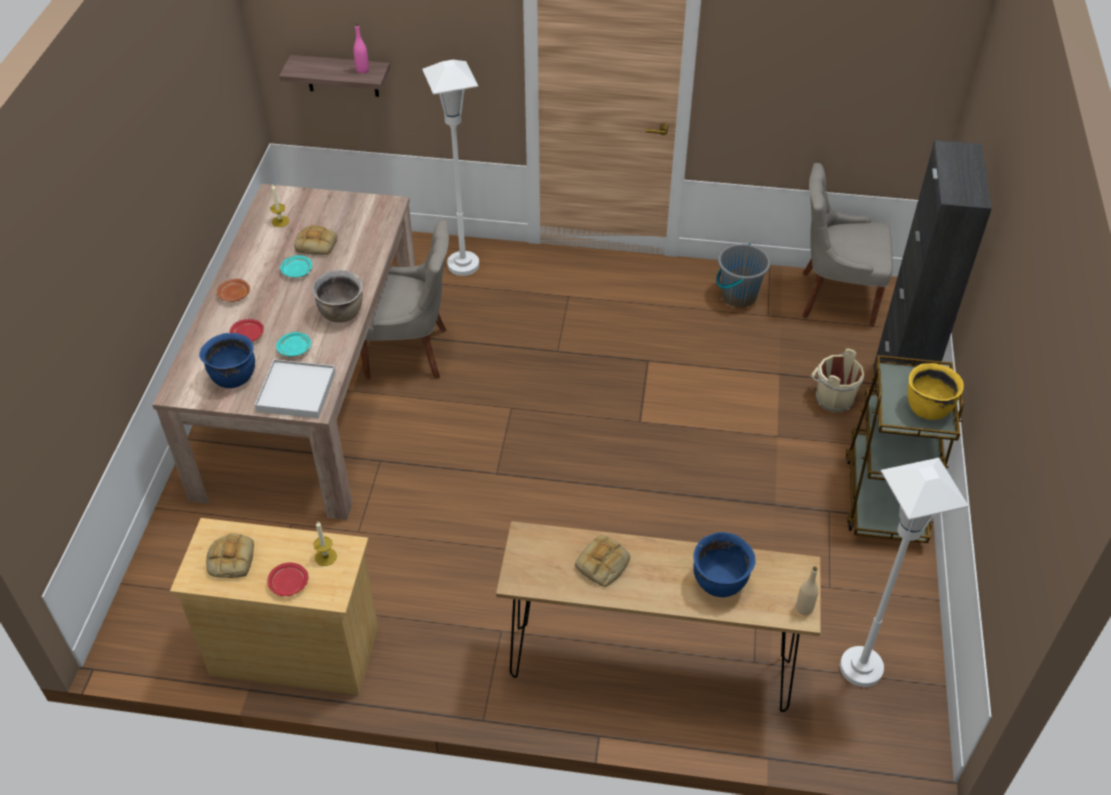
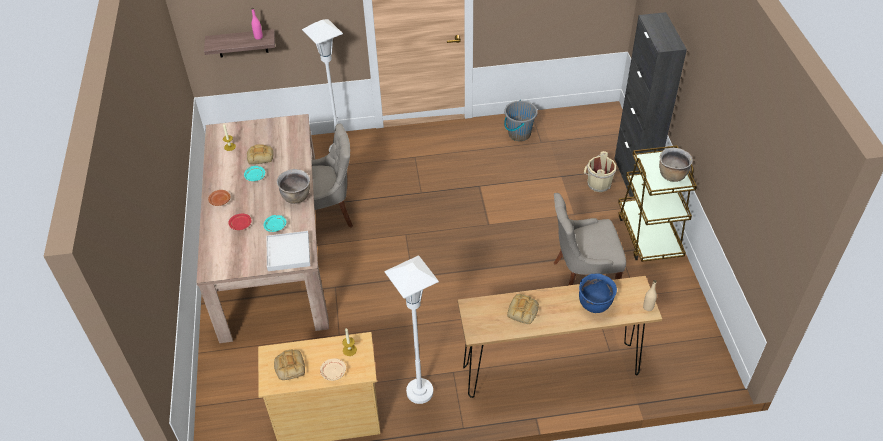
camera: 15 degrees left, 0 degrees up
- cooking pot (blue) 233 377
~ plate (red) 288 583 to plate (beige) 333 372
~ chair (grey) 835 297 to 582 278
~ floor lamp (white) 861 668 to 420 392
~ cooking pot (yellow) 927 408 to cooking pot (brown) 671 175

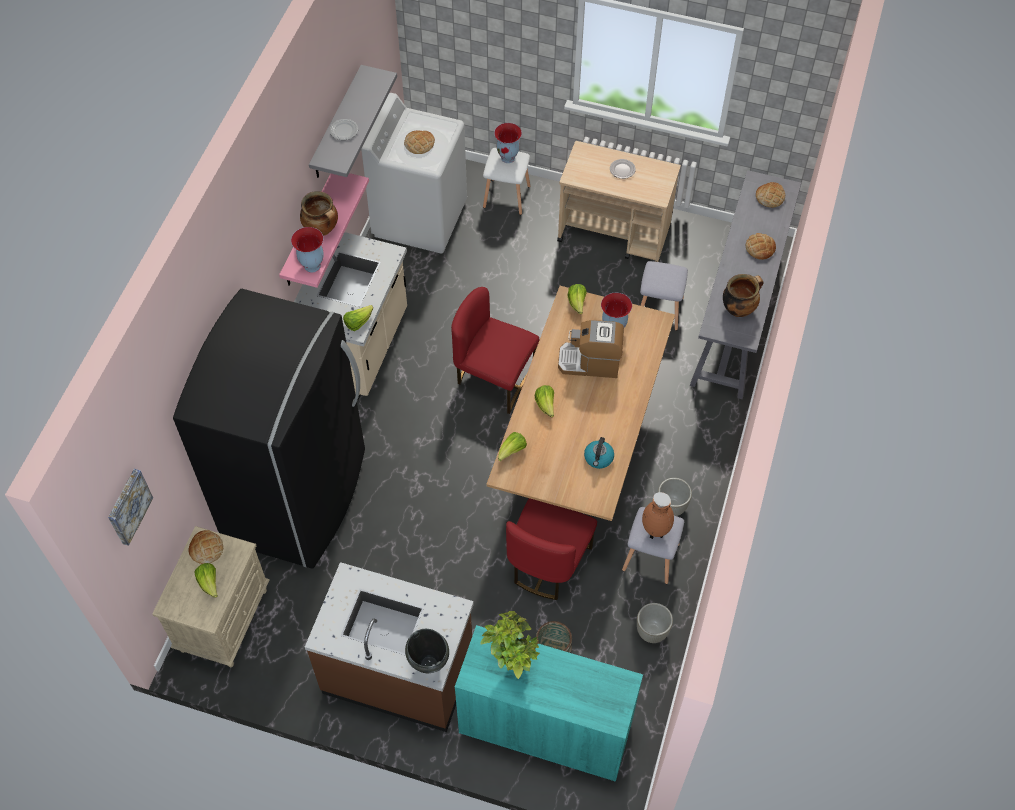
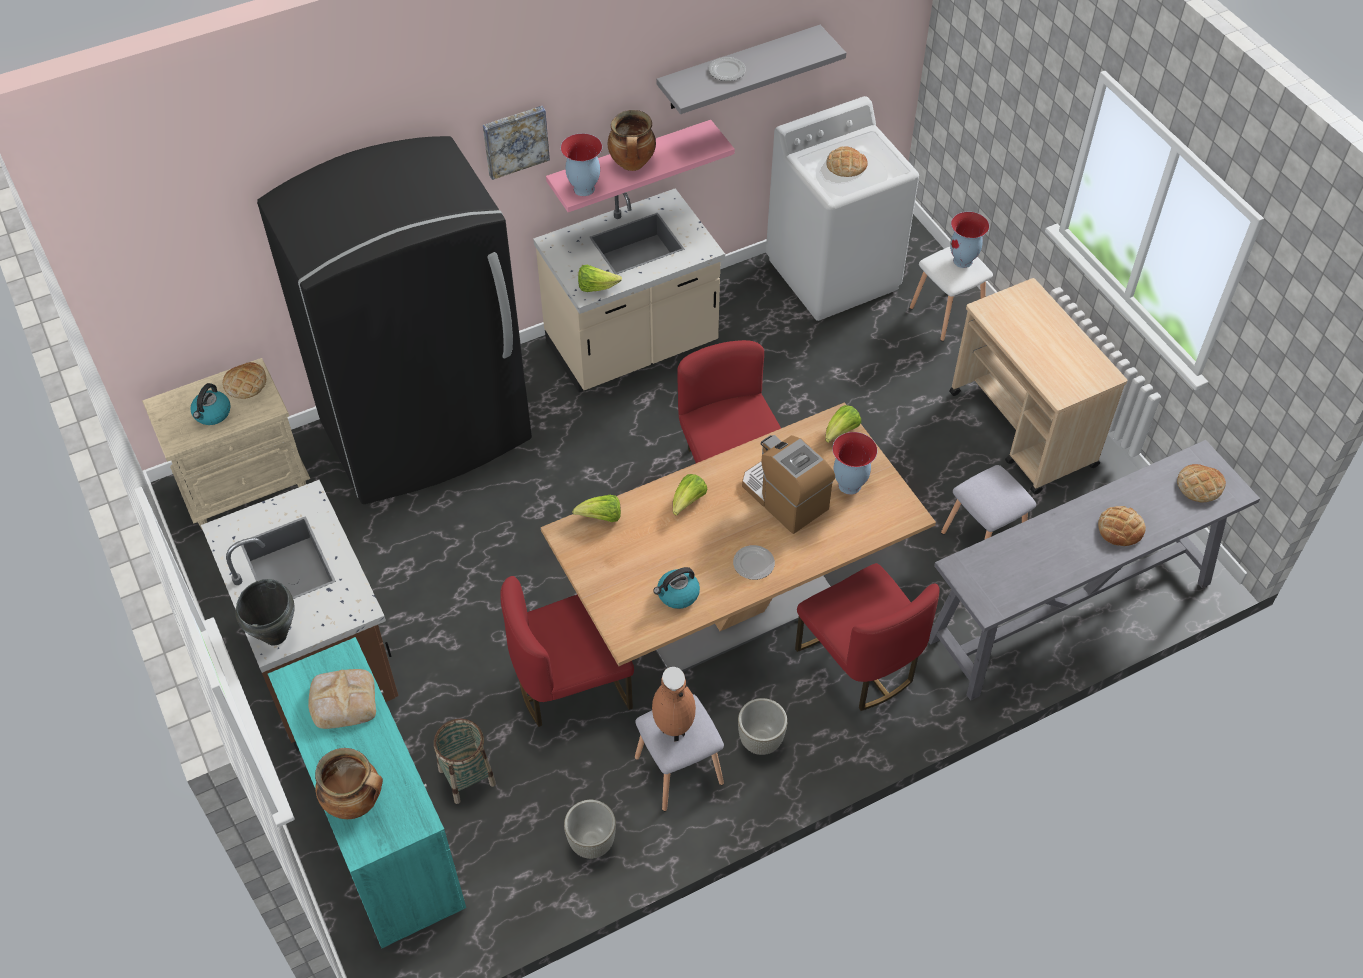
camera: 45 degrees right, 5 degrees down
~ picture 128 506 to 515 140
~ lettuce 209 583 to kettle 212 414
~ potted plant 512 662 to bread 342 700
~ plate 622 170 to 753 564
~ cooking pot 738 309 to 355 802
+ chair (red) 859 662

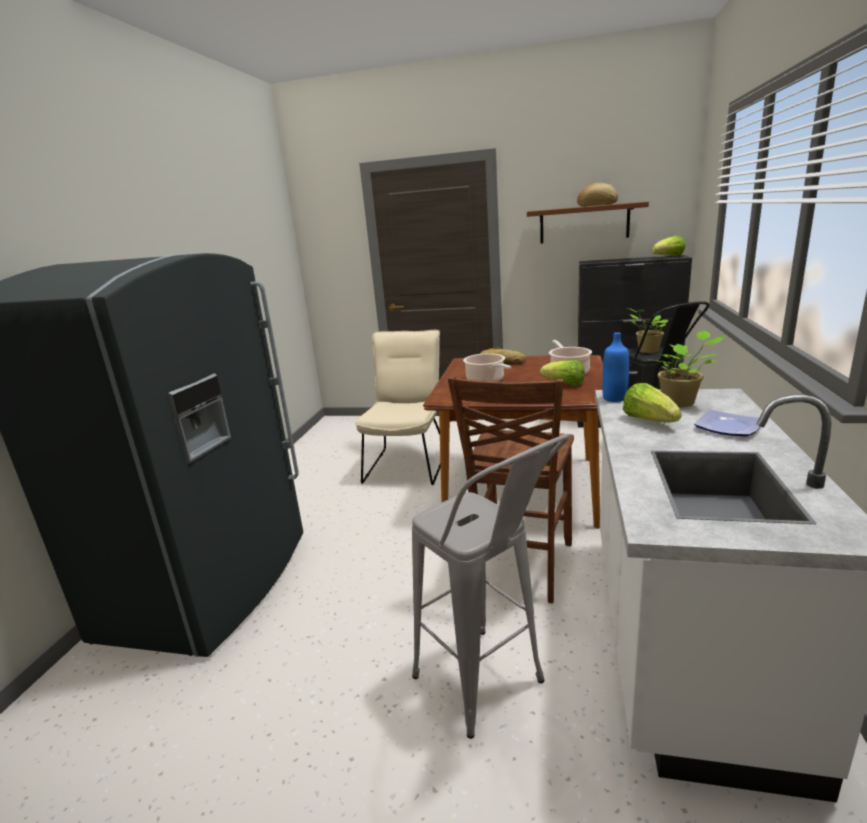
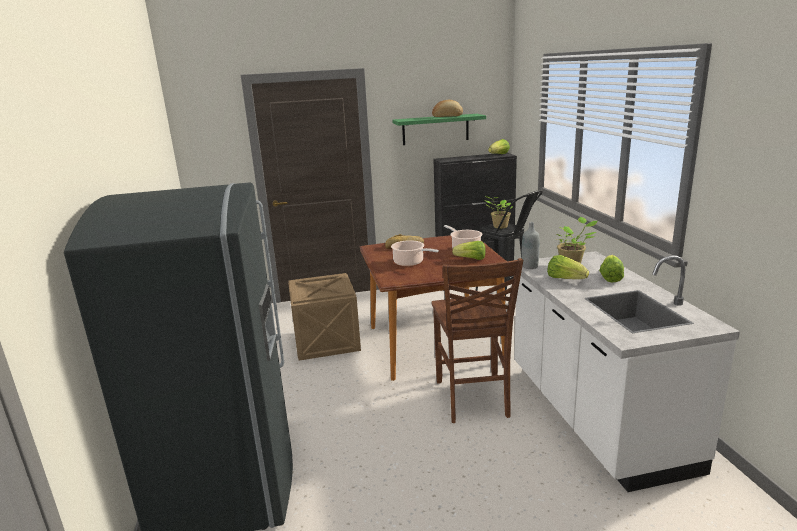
camera: 25 degrees left, 0 degrees up
~ chair (beige) 408 463 to crate 326 341
- stool (grey) 491 692
~ shelf (brown) 584 223 to shelf (green) 435 129
~ bottle (blue) 614 398 to bottle (grey) 529 266
~ plate 726 427 to lettuce 610 277

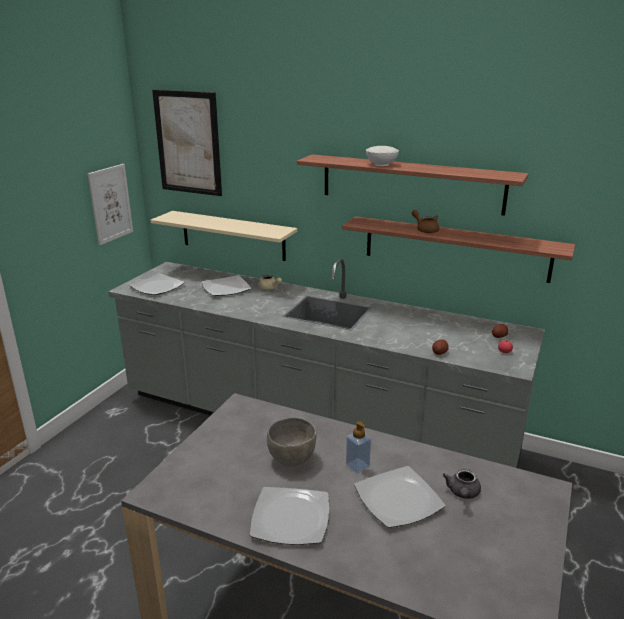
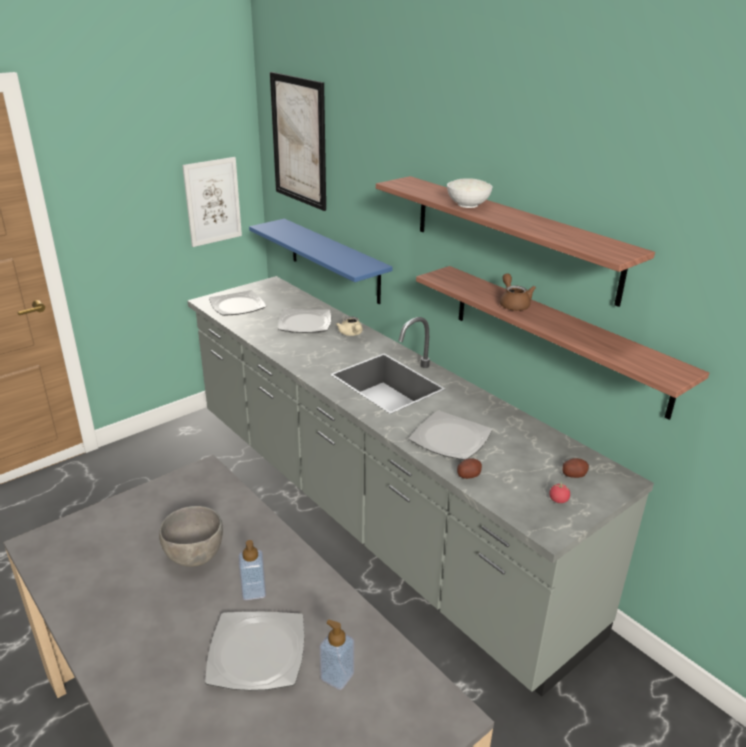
camera: 25 degrees right, 5 degrees up
~ shelf (beige) 233 235 to shelf (blue) 334 260
~ plate 291 519 to 450 439
~ teapot (grey) 462 493 to soap dispenser 337 676

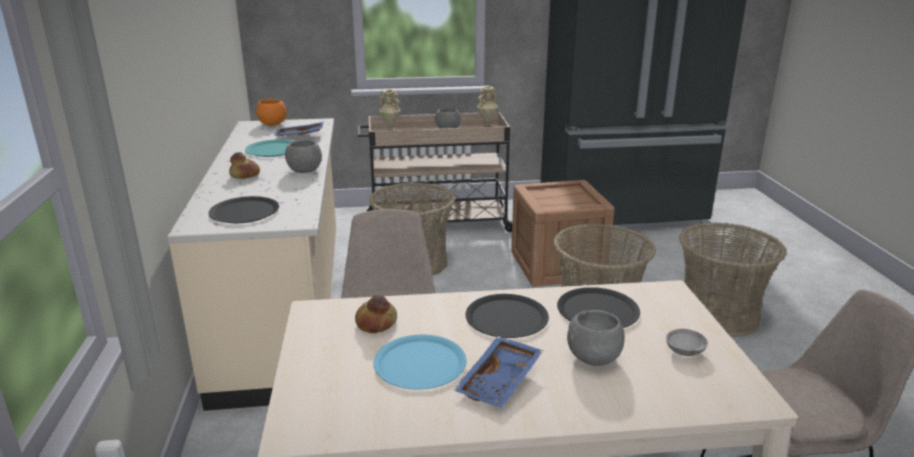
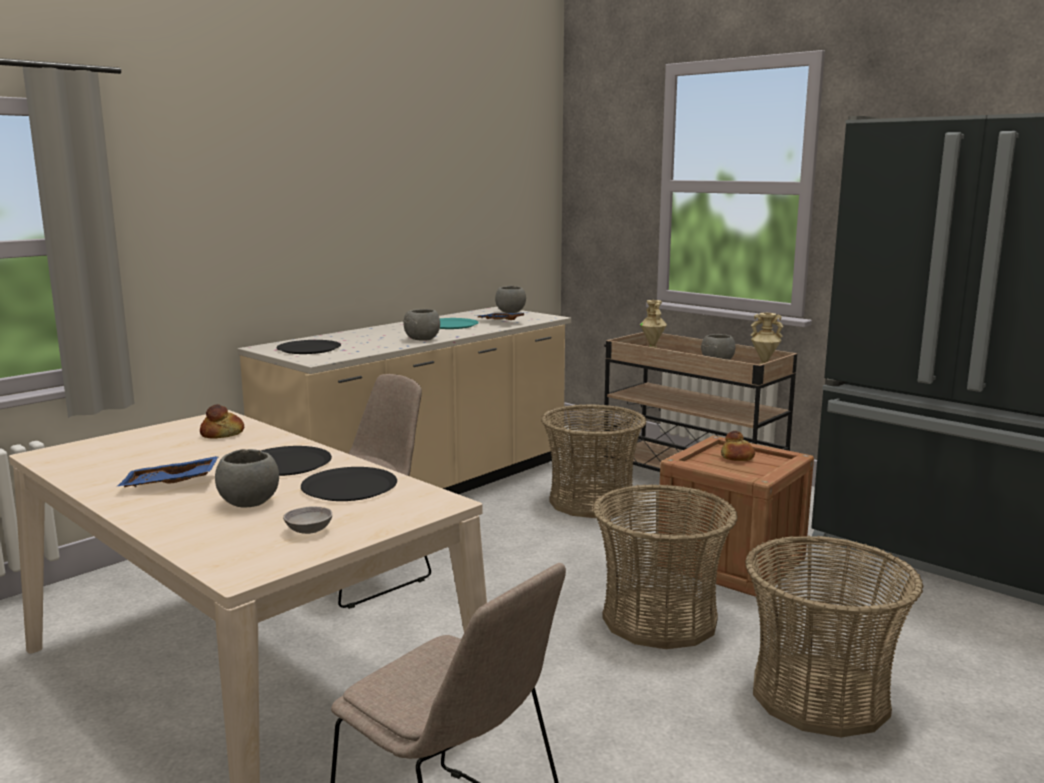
camera: 50 degrees right, 10 degrees down
~ bread 244 175 to 737 458
~ bowl (orange) 272 124 to bowl (grey) 510 312
- plate (blue) 420 363

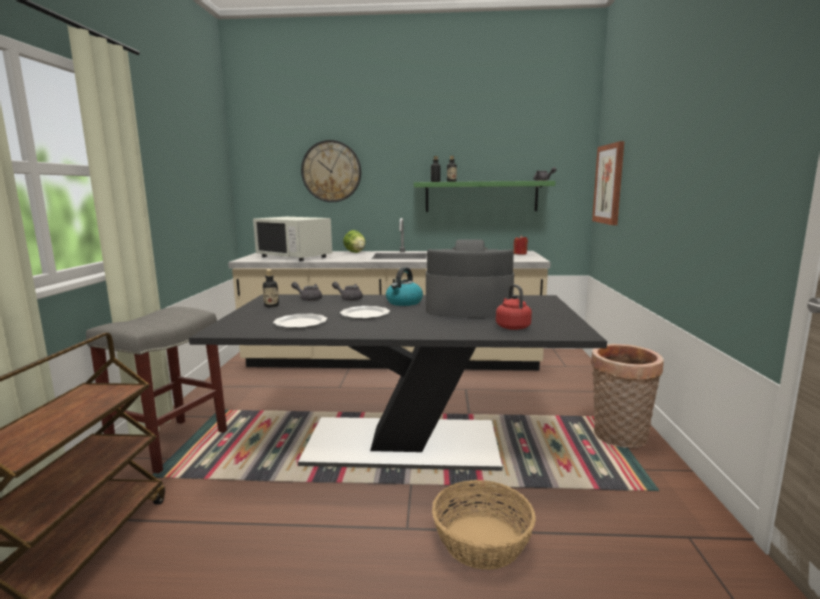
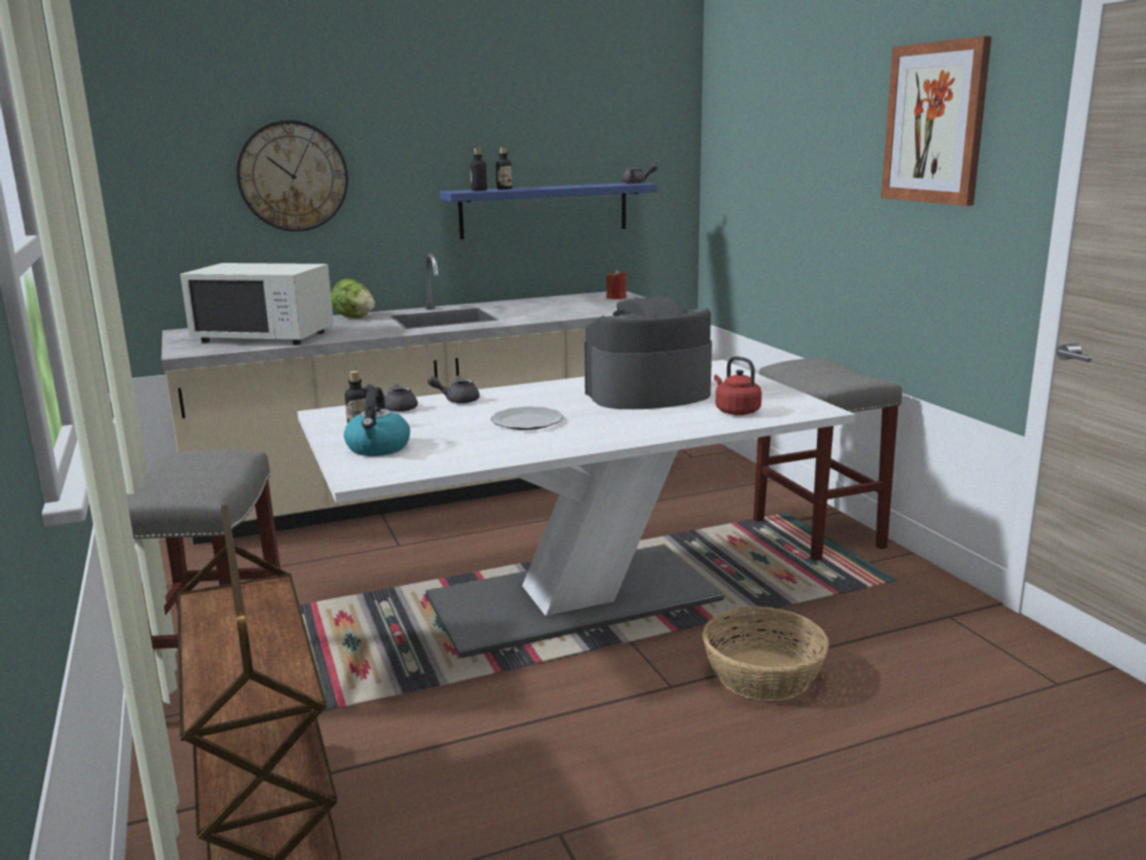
camera: 25 degrees left, 5 degrees up
~ dining table (black) 402 444 to dining table (white) 573 599
- plate 301 323
~ kettle 404 302 to 378 448
~ shelf (green) 481 196 to shelf (blue) 544 210
~ basket 619 438 to stool (grey) 819 534
~ picture 609 184 to 935 123

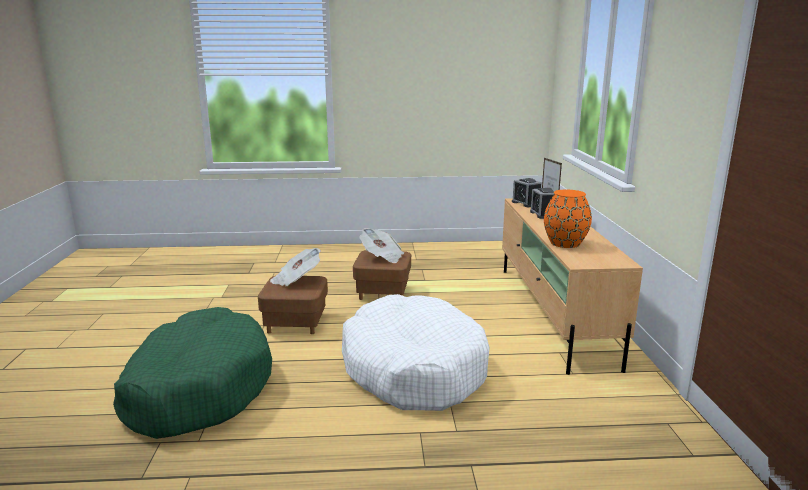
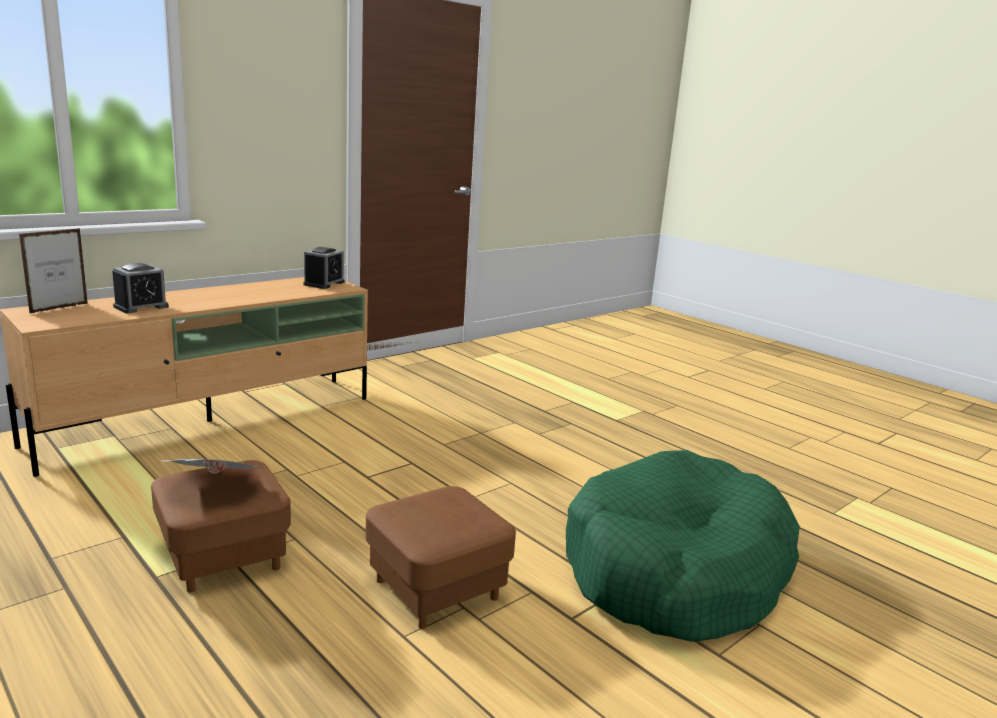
camera: 130 degrees left, 0 degrees up
- newspaper 296 280
- dog bed (white) 413 369
~ alarm clock 526 203 to 324 283
- vase (orange) 564 243

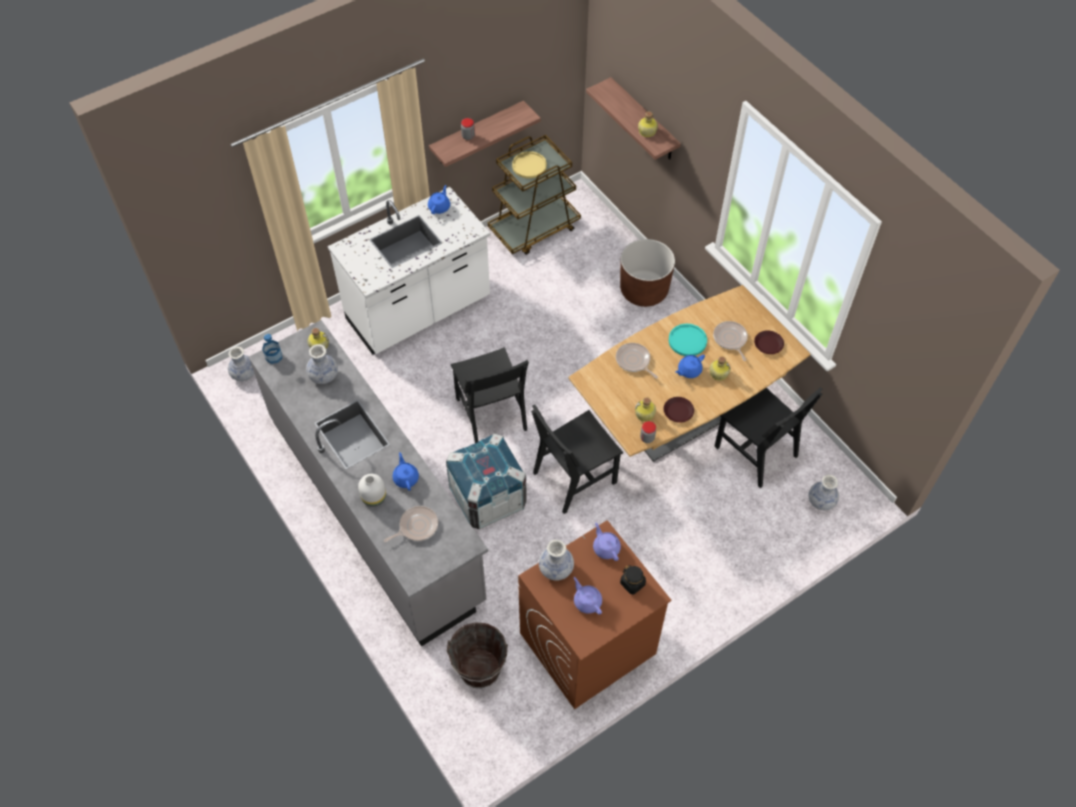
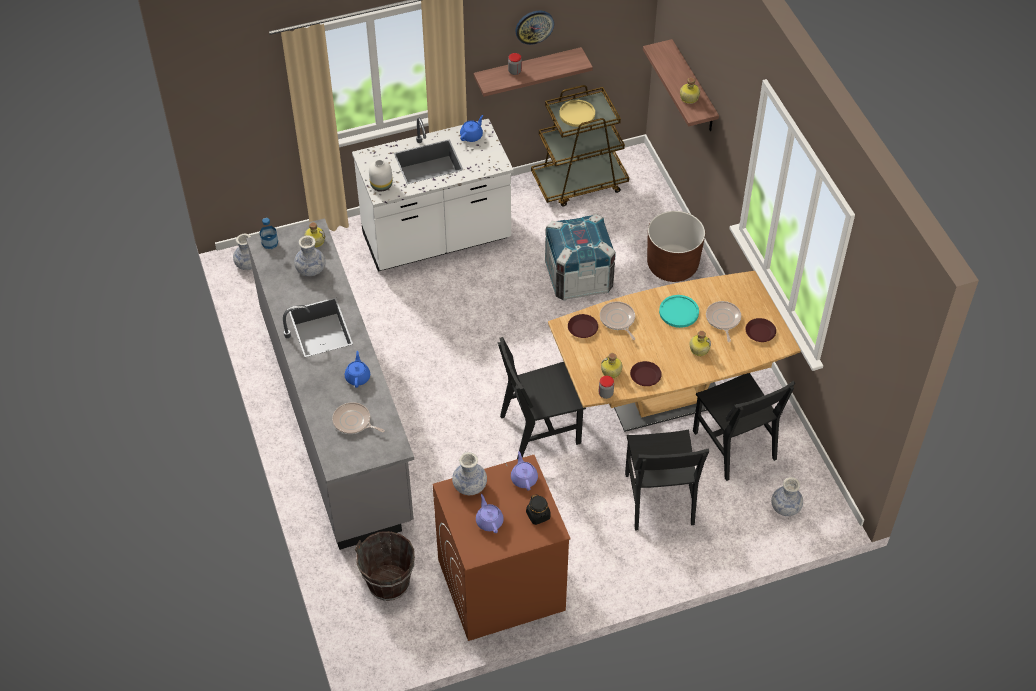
camera: 15 degrees right, 5 degrees down
~ vase (white) 373 498 to 381 186
~ frying pan 416 526 = 353 422 135 degrees counterclockwise
~ crate 488 497 to 578 278
~ chair (black) 491 414 to 659 498
- teapot (blue) 689 371
+ wall clock 534 26
+ plate (brown) 583 328

